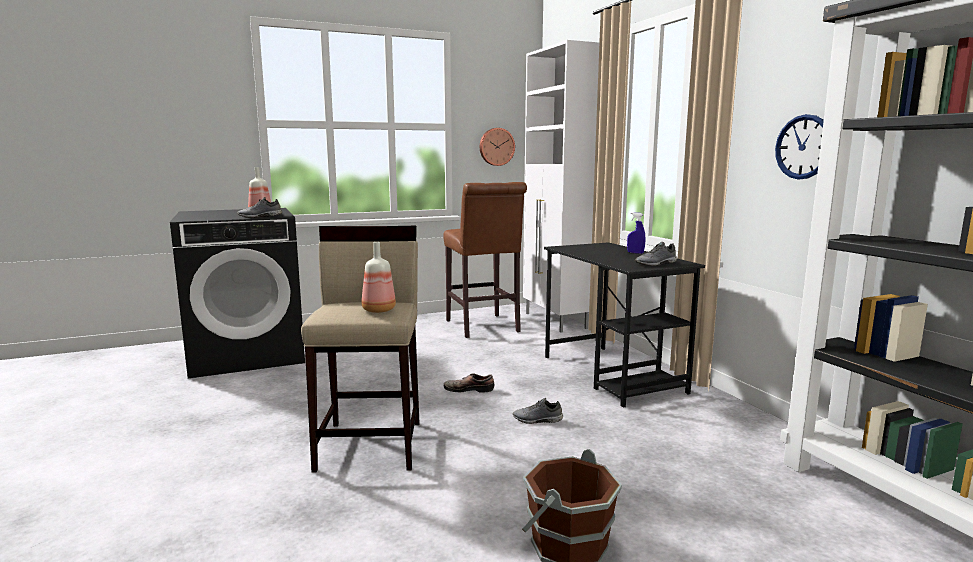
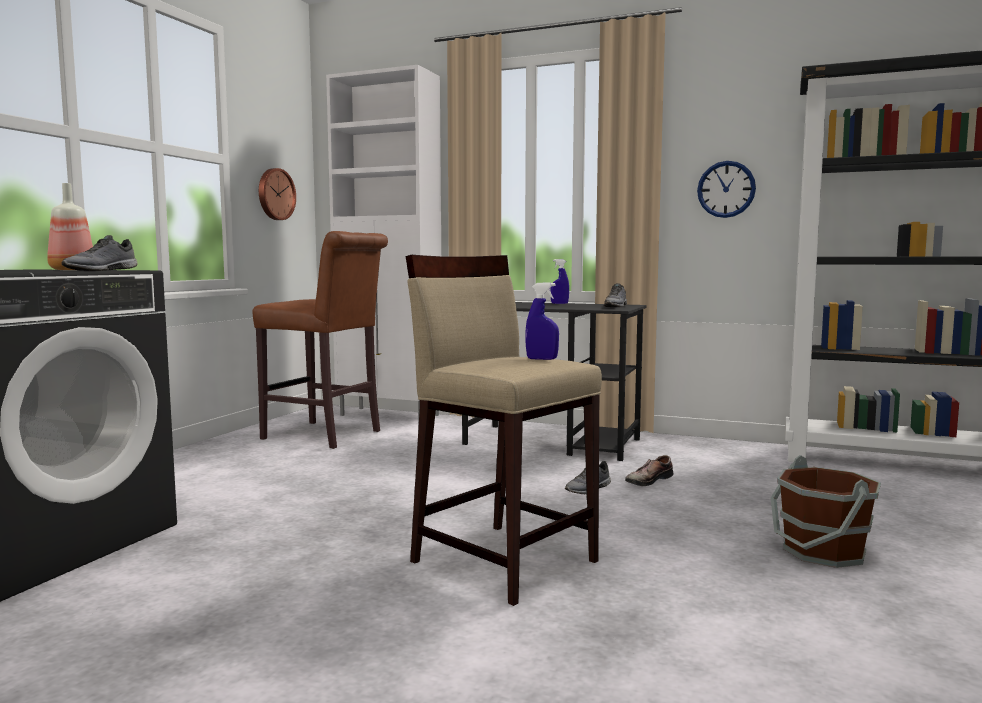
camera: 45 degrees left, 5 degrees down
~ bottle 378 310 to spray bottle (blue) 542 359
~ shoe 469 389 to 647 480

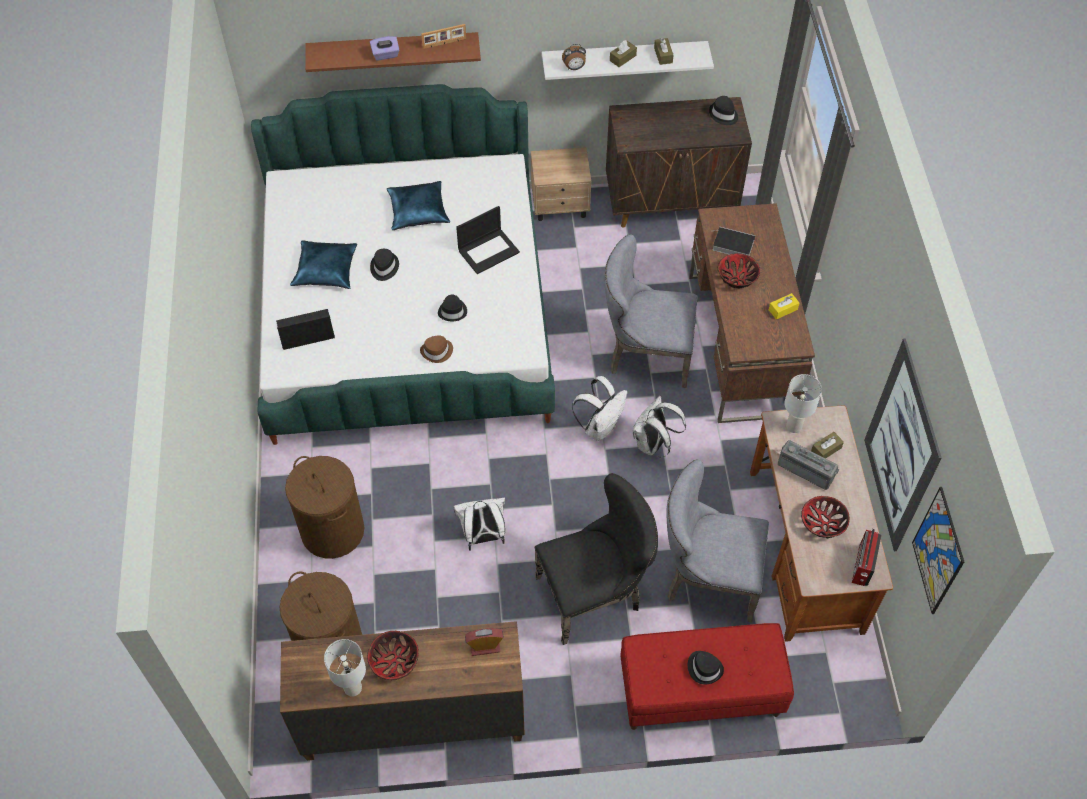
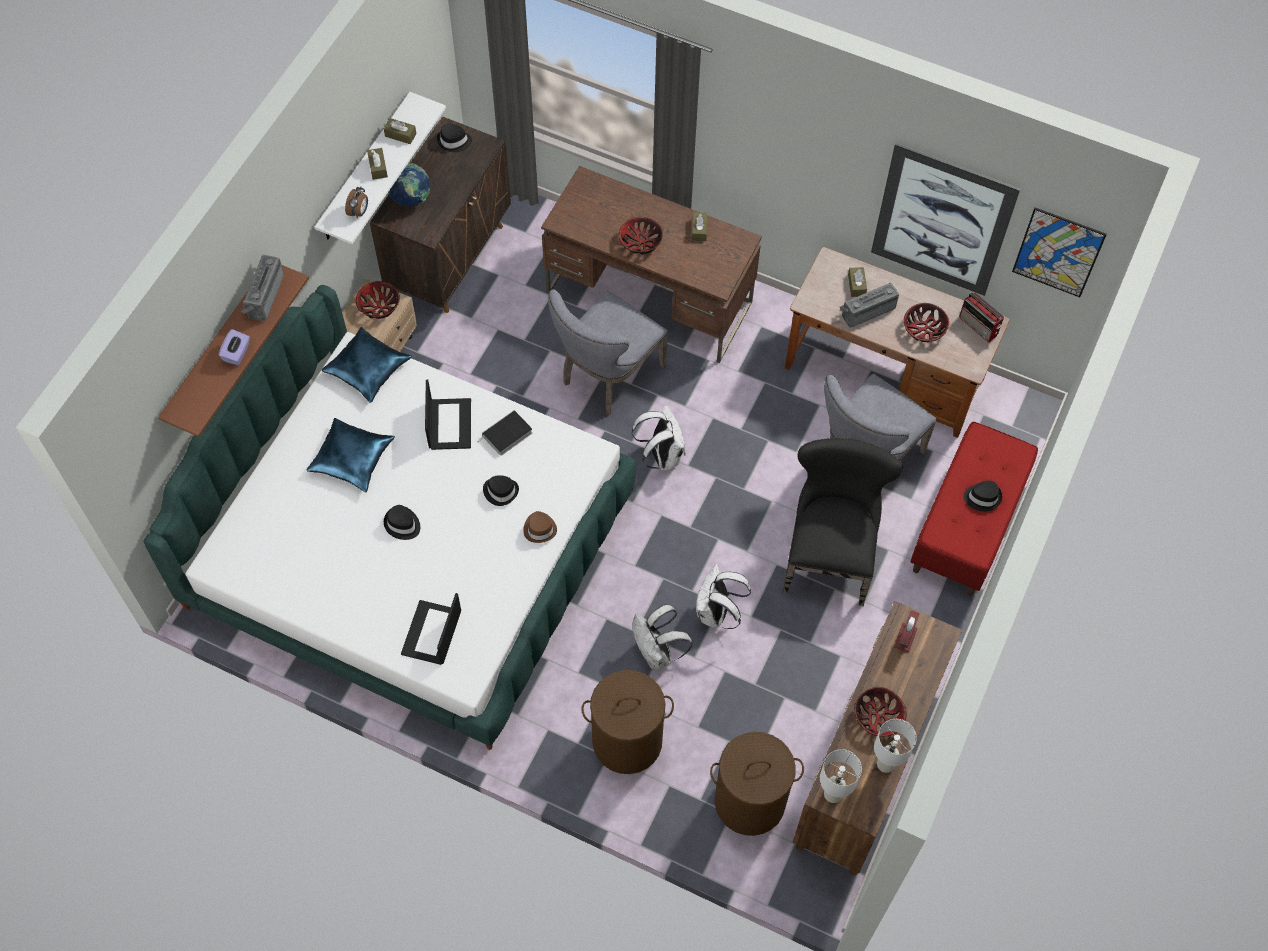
camera: 60 degrees left, 5 degrees up
~ pillow (blue) 326 270 to 368 369
~ picture frame 444 43 to radio 263 295
~ backpack (white) 653 444 to 657 654
~ book 731 244 to 506 435
~ tissue box (yellow) 783 309 to tissue box (brown) 699 230
~ table lamp (white) 793 426 to 832 794
+ bowl 379 306
+ globe 411 198

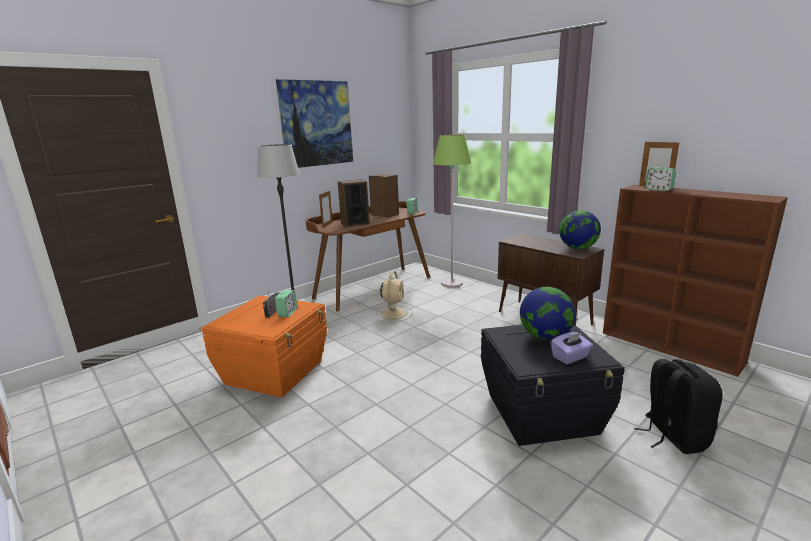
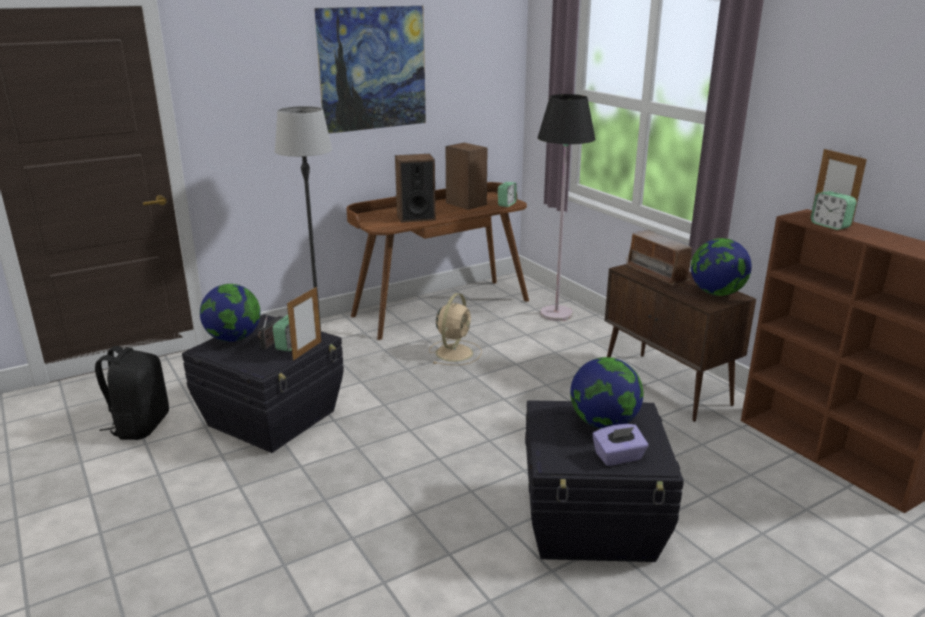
camera: 10 degrees right, 5 degrees up
~ storage box (orange) 275 372 to storage box (black) 273 418
~ picture frame 327 225 to 307 350
~ floor lamp (green) 452 283 to floor lamp (black) 556 314
~ backpack (black) 673 436 to 140 426
+ globe 233 338
+ radio 657 273

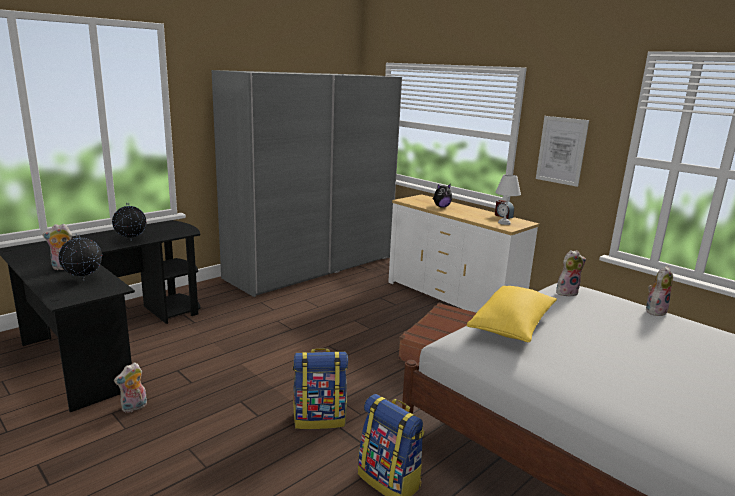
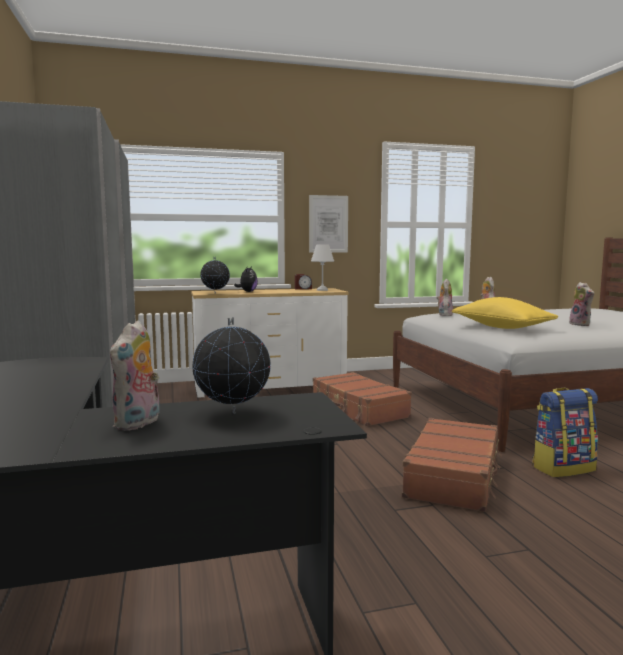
camera: 60 degrees left, 10 degrees down
~ globe 131 241 to 215 293
~ plush toy 134 407 to 581 324
~ backpack 320 418 to suitcase (brown) 454 476

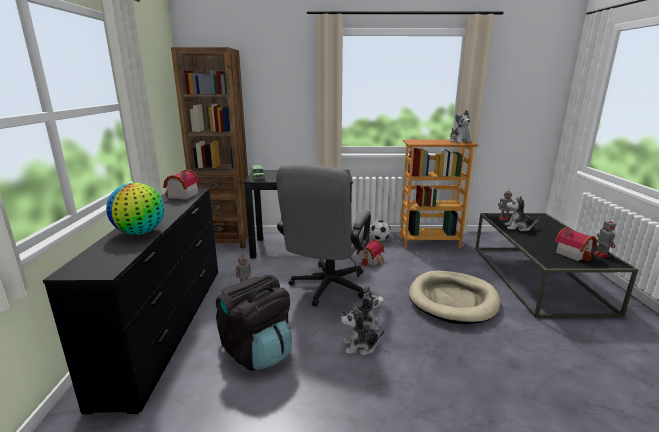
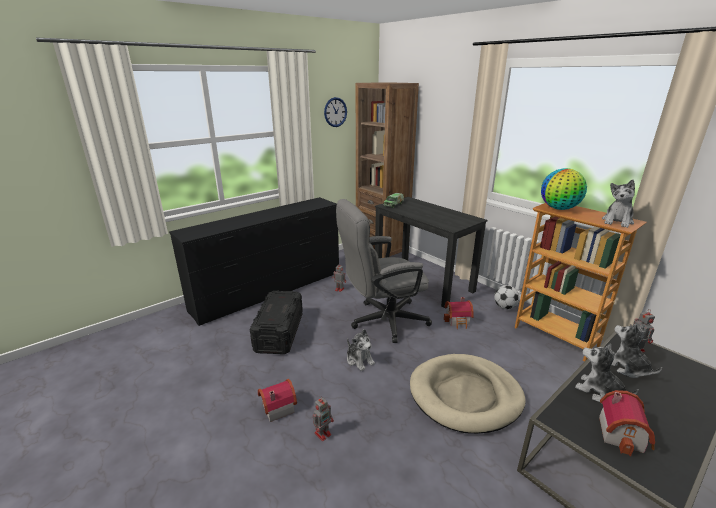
camera: 50 degrees right, 5 degrees up
~ globe 140 232 to 559 208
~ toy house 181 196 to 276 407
~ backpack (black) 257 351 to storage box (black) 279 332
~ plush toy 360 346 to 599 391
~ toy robot 601 255 to 323 433
+ wall clock 335 112

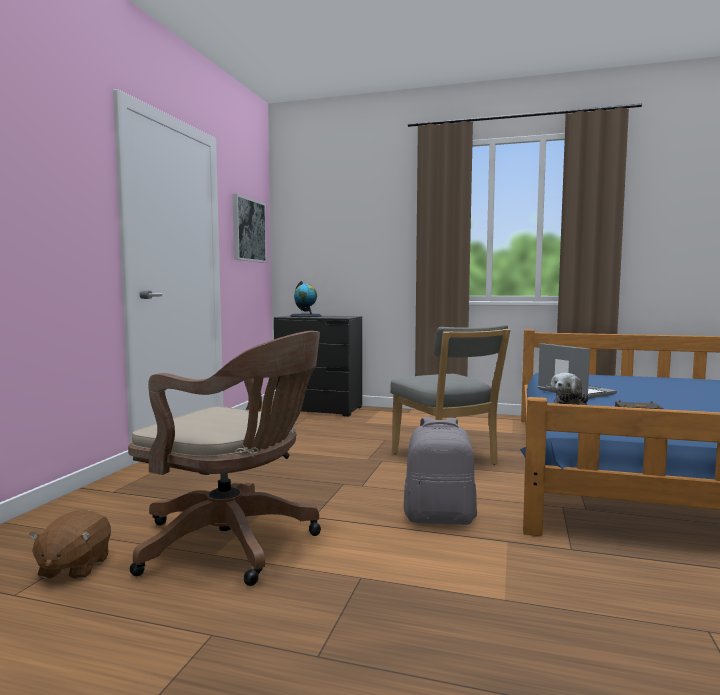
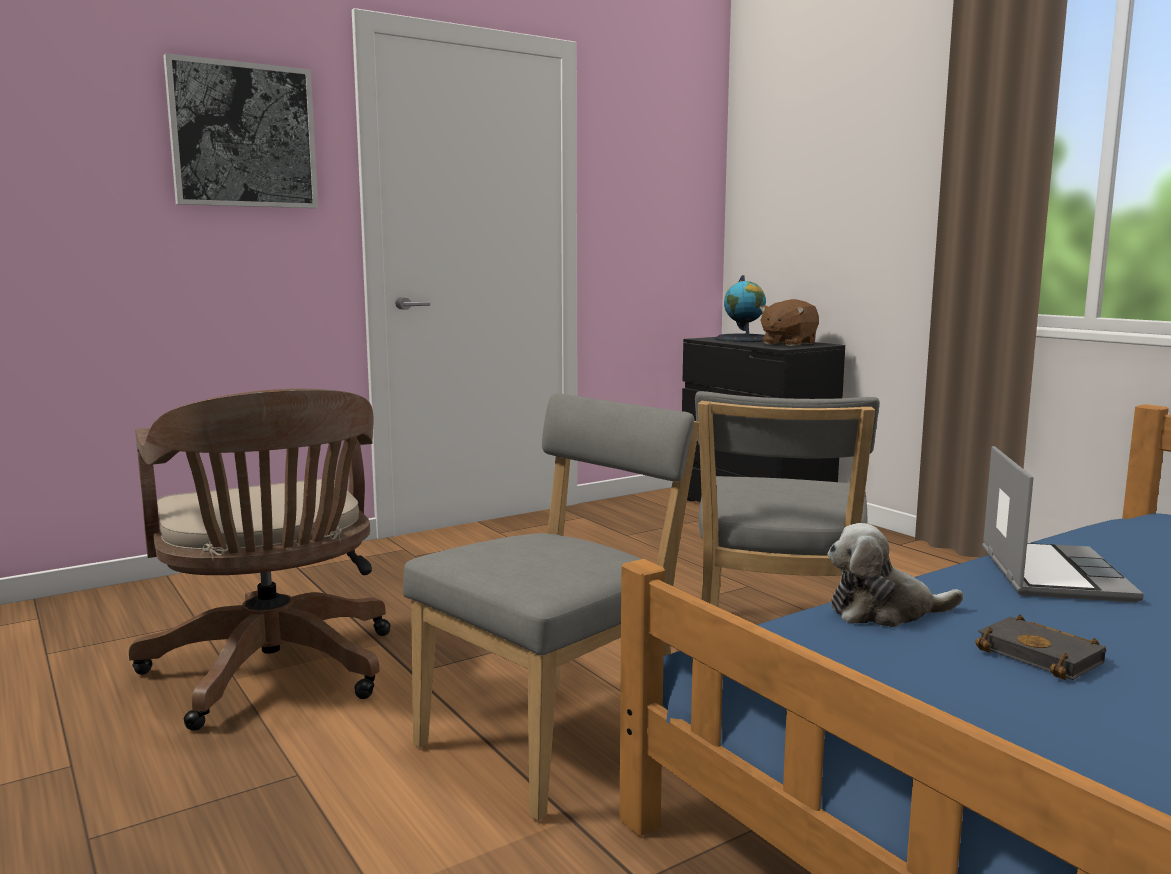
camera: 40 degrees right, 5 degrees up
~ plush toy (brown) 74 567 to 788 343
~ picture 248 230 to 243 135
~ backpack (grey) 440 518 to chair (grey) 556 739

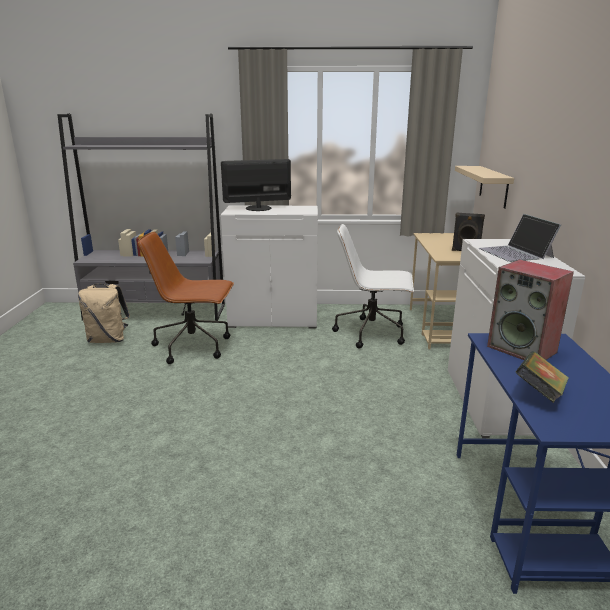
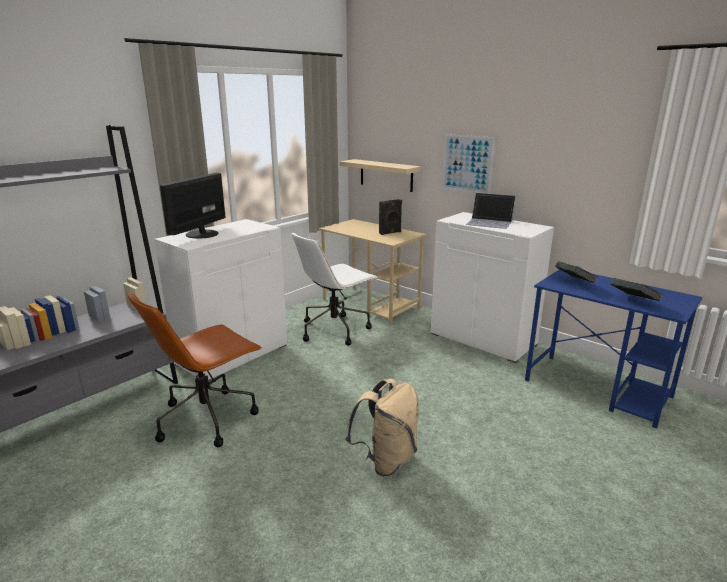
camera: 50 degrees left, 0 degrees up
~ backpack (beige) 108 340 to 386 460
~ speaker 523 349 to book 574 283
+ picture 467 164

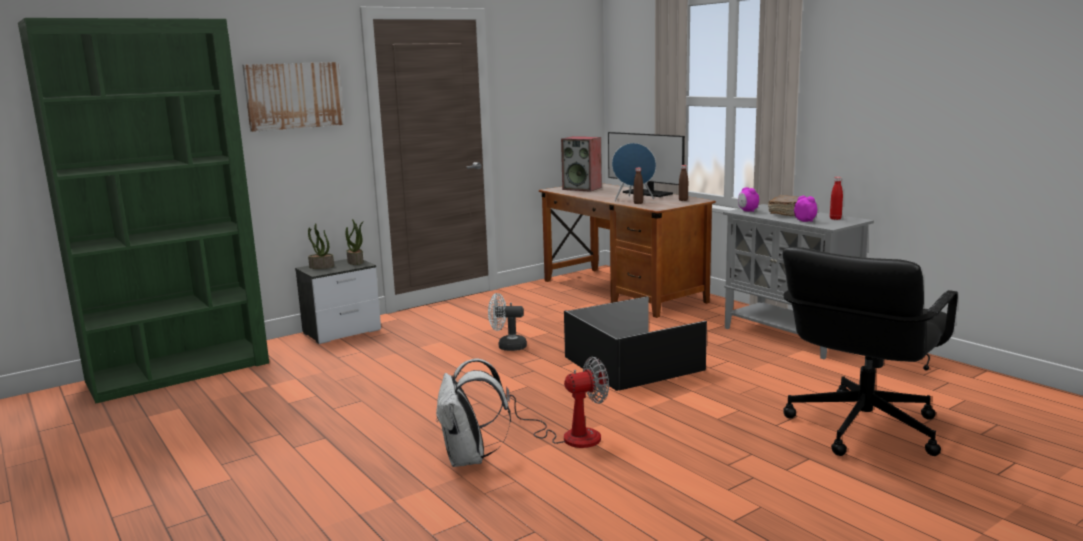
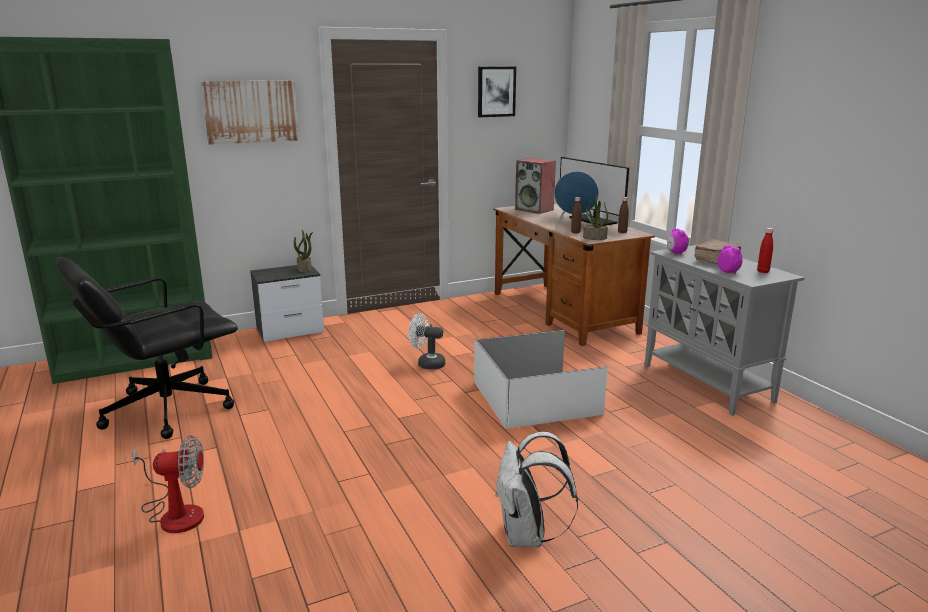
camera: 10 degrees right, 5 degrees up
~ potted plant 321 267 to 594 238
~ backpack (white) 469 459 to 527 536
~ fan 569 435 to 175 513
~ storage box (black) 634 364 to storage box (white) 537 399
~ office chair (black) 861 428 to 165 409
+ picture 496 91

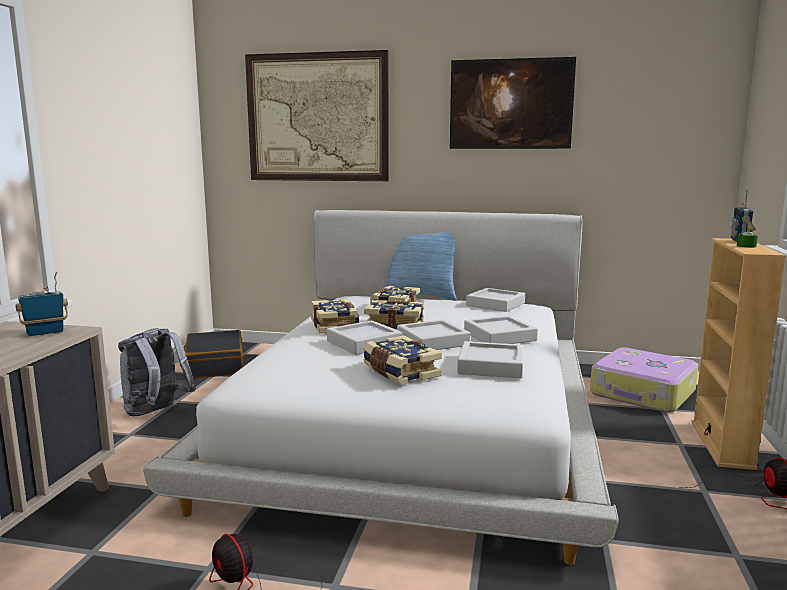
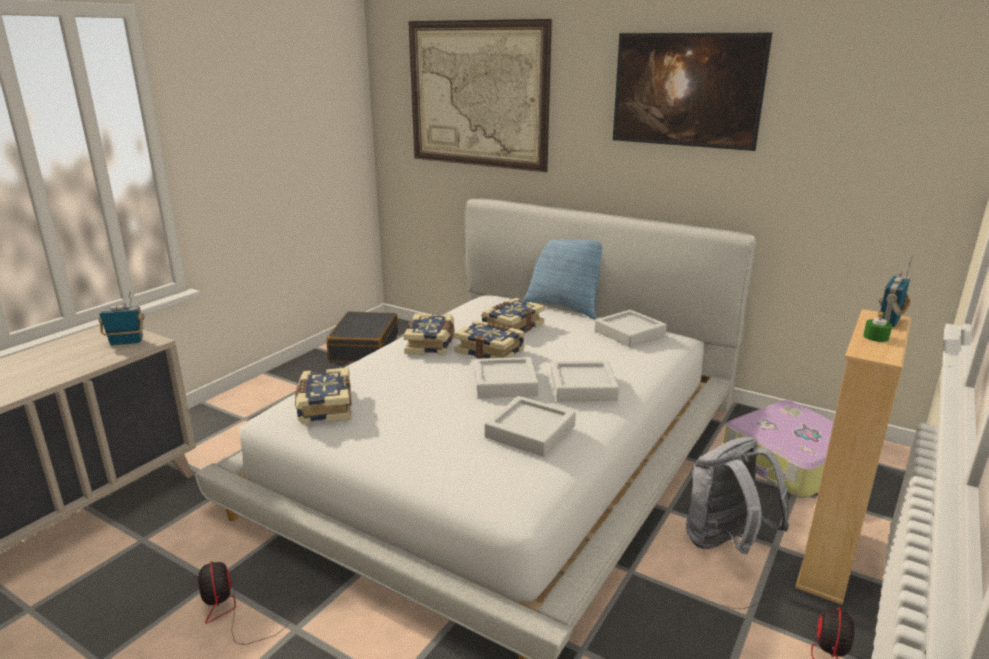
camera: 20 degrees right, 10 degrees up
~ backpack (grey) 156 412 to 725 543
- tray (grey) 364 343
~ book 399 372 to 324 407

